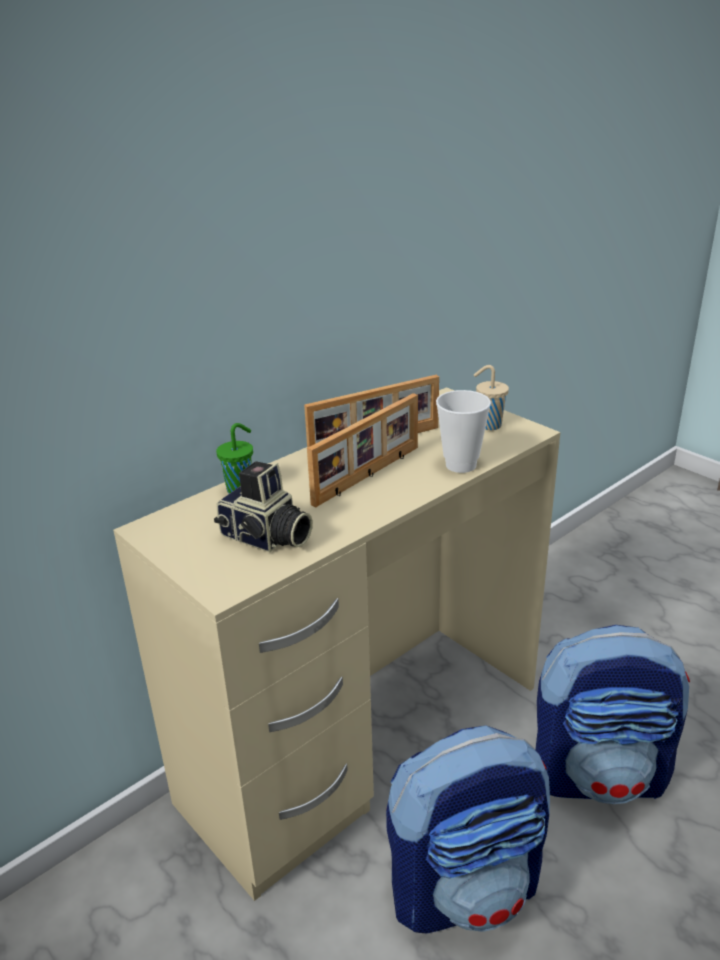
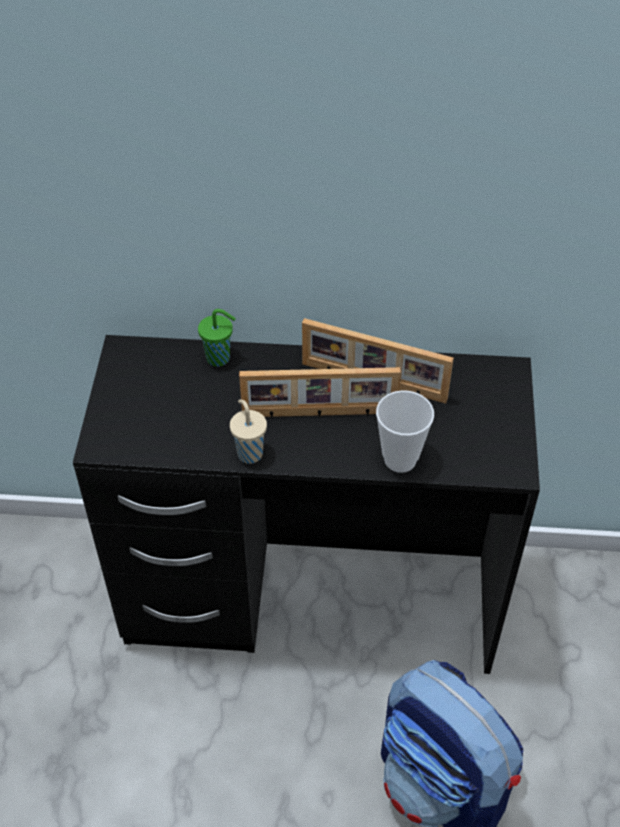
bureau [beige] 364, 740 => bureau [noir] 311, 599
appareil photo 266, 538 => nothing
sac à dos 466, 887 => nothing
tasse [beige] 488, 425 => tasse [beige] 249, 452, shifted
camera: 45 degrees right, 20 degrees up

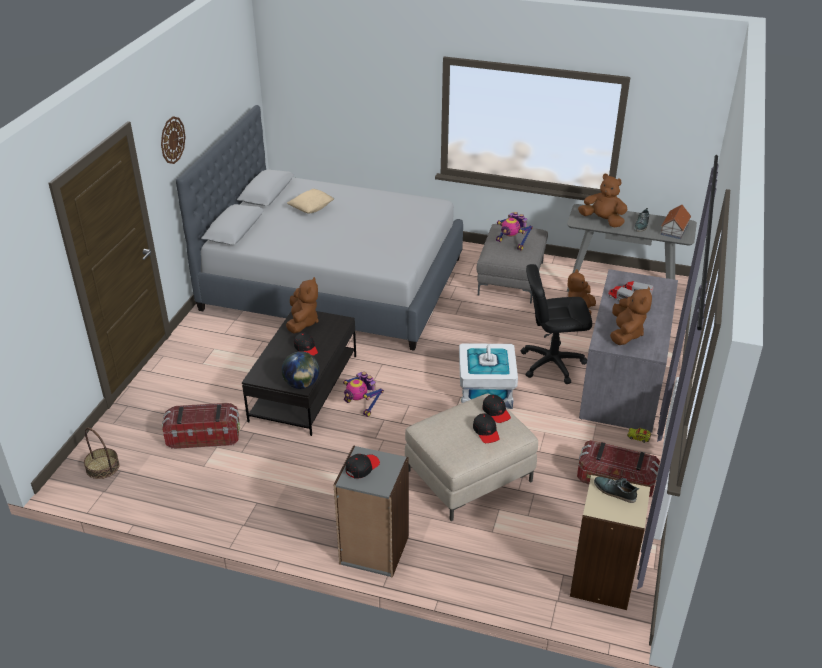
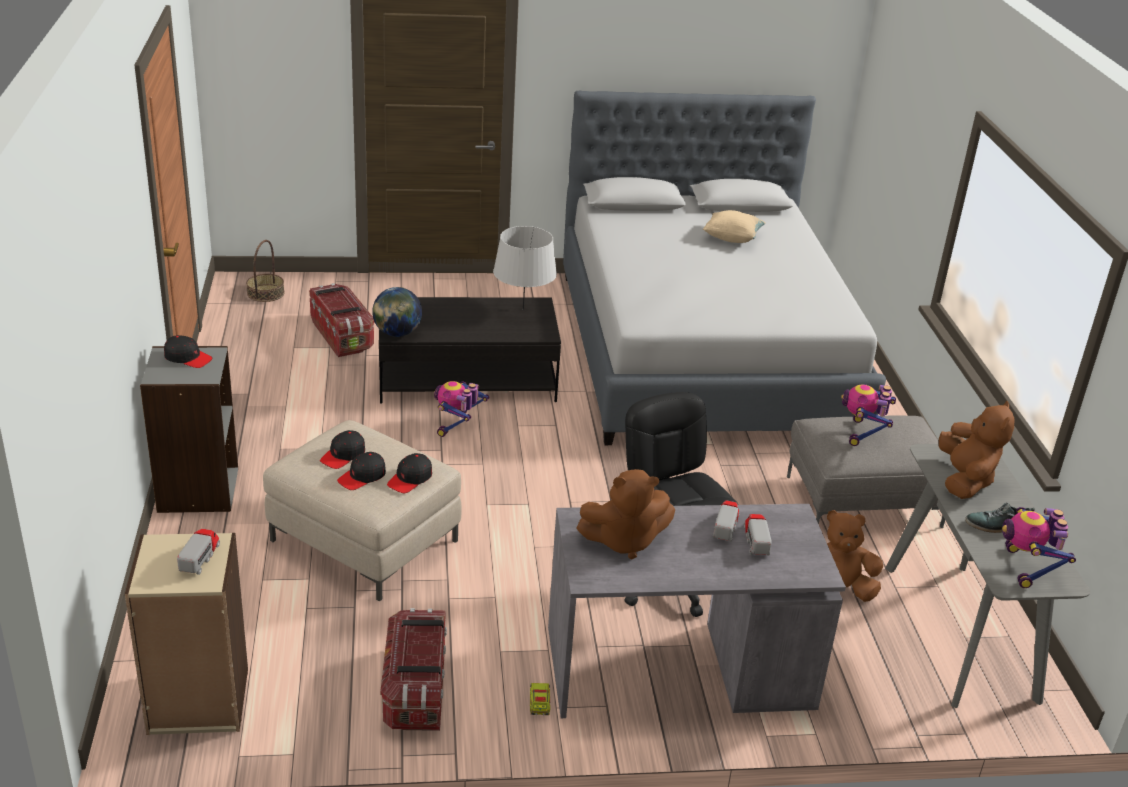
horloge murale 172, 140 => nothing
peluche [marron] 302, 322 => lampe de table [gris] 523, 309
casquette [noir] 306, 348 => casquette [noir] 343, 455, shifted
boîte de rangement [blanc] 486, 392 => nothing
chaussure 614, 492 => camion jouet 200, 558
maison miniature 674, 229 => robot jouet 1026, 568
camera: 65 degrees right, 5 degrees down

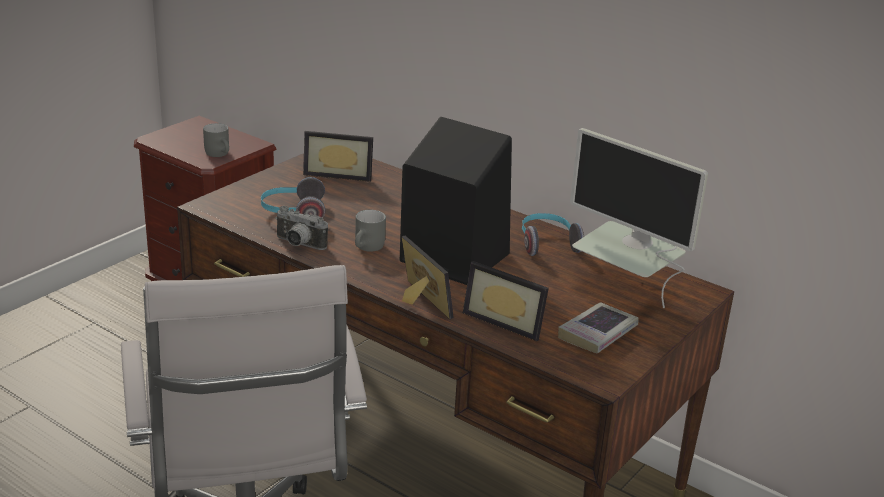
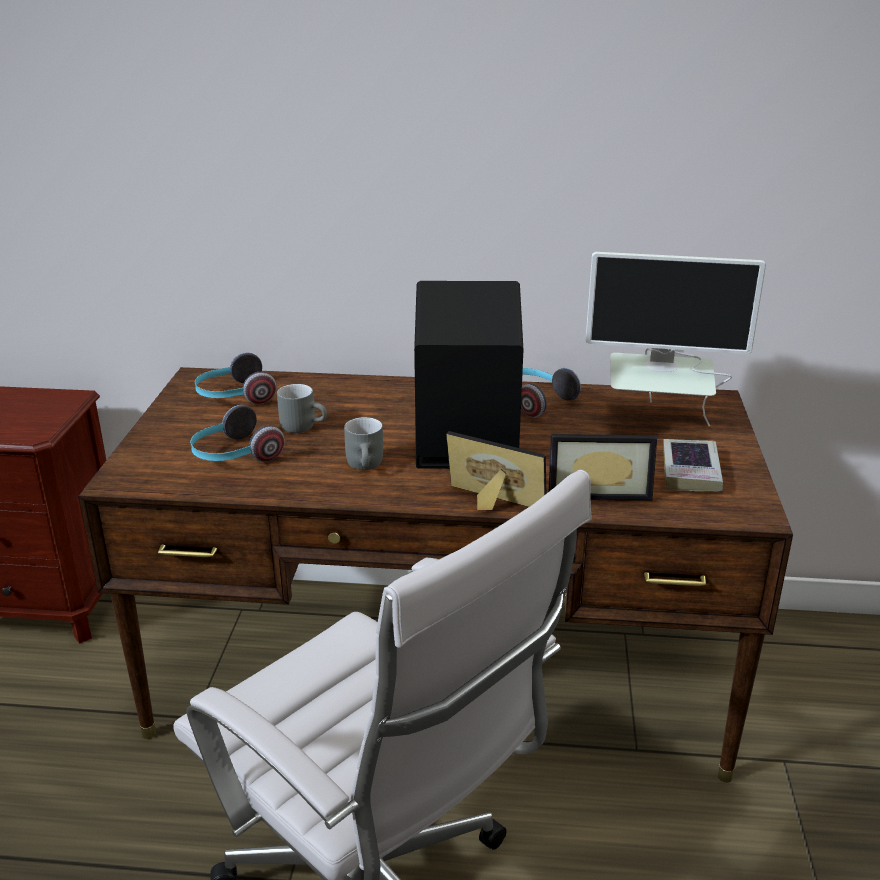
mug [gris] 220, 154 => mug [gris] 304, 426, shifted
appareil photo 298, 245 => nothing
cadre photo 339, 173 => casque audio 234, 396
camera: 30 degrees left, 0 degrees up

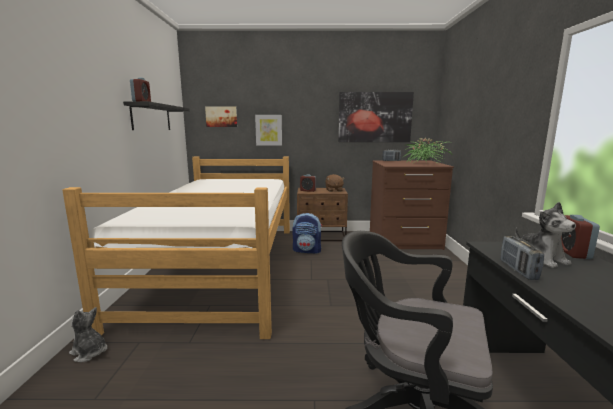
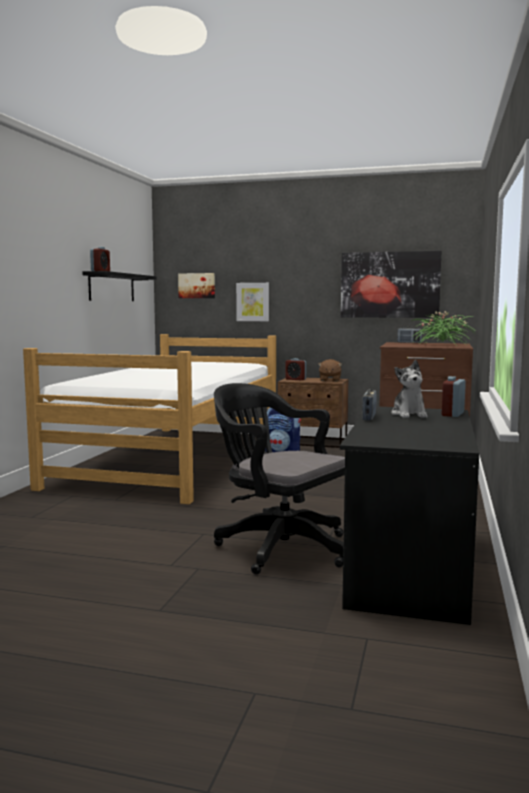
peluche 89, 352 => nothing
camera: 15 degrees right, 5 degrees down

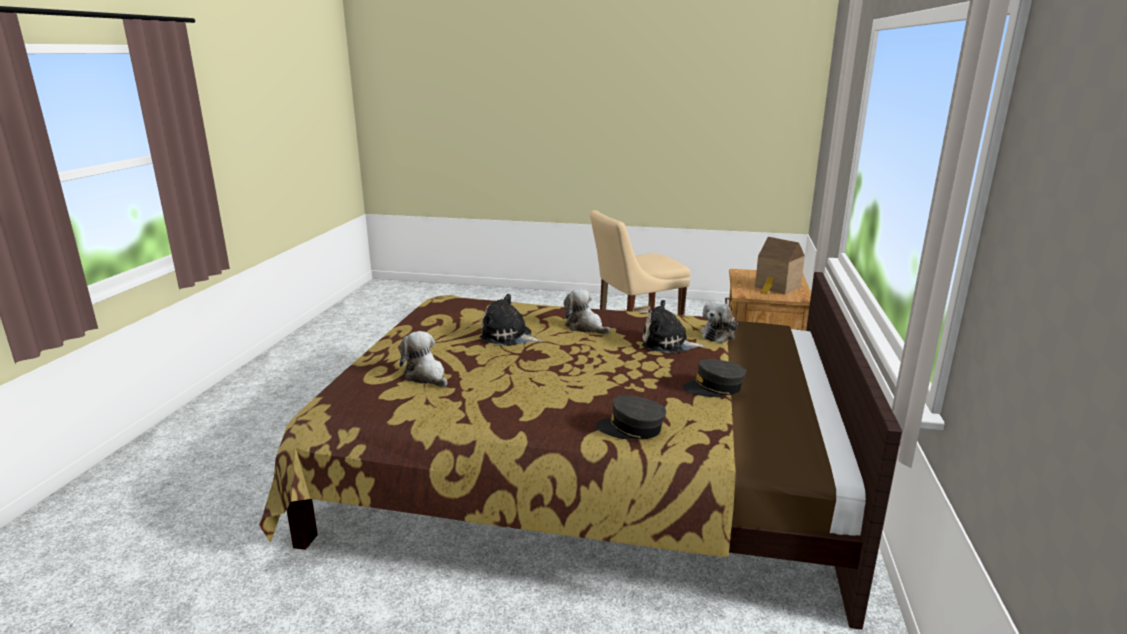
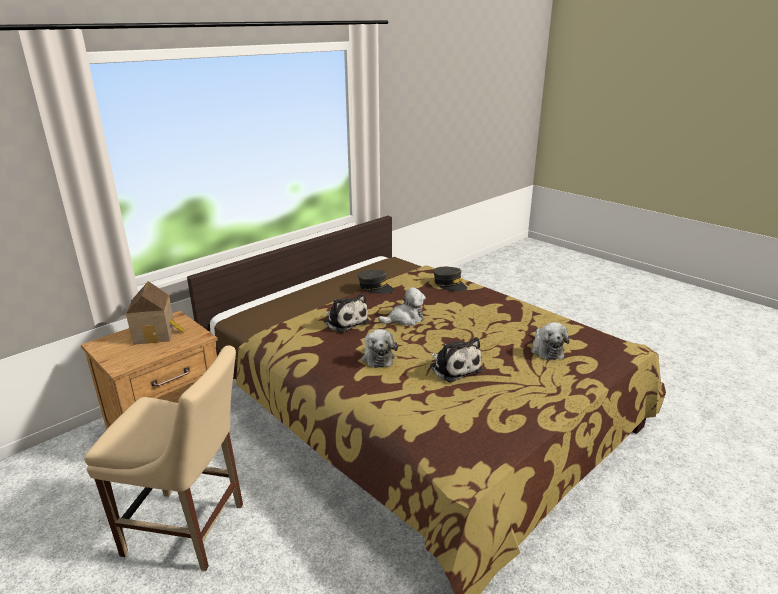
peluche 719, 334 => peluche 405, 319, shifted
camera: 145 degrees left, 5 degrees up

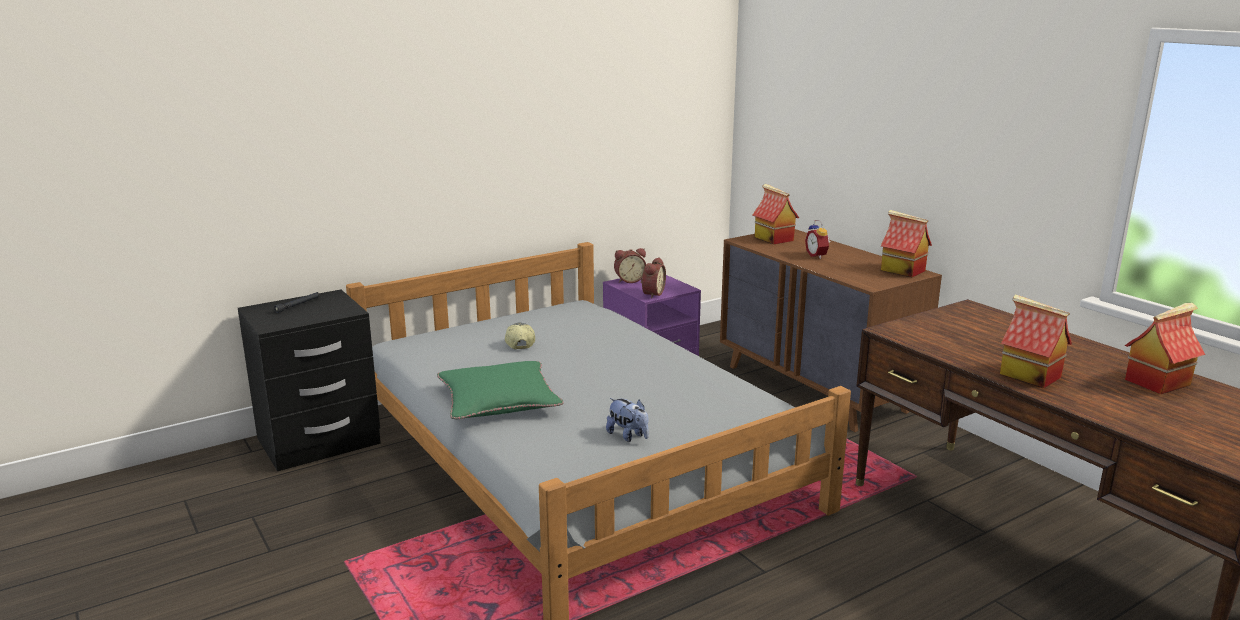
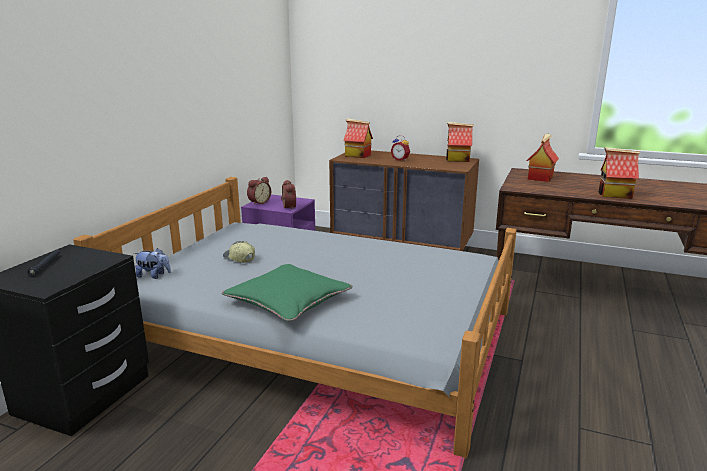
peluche 628, 436 => peluche 154, 276, shifted
maison miniature 1157, 381 => maison miniature 540, 177, shifted
camera: 35 degrees left, 0 degrees up

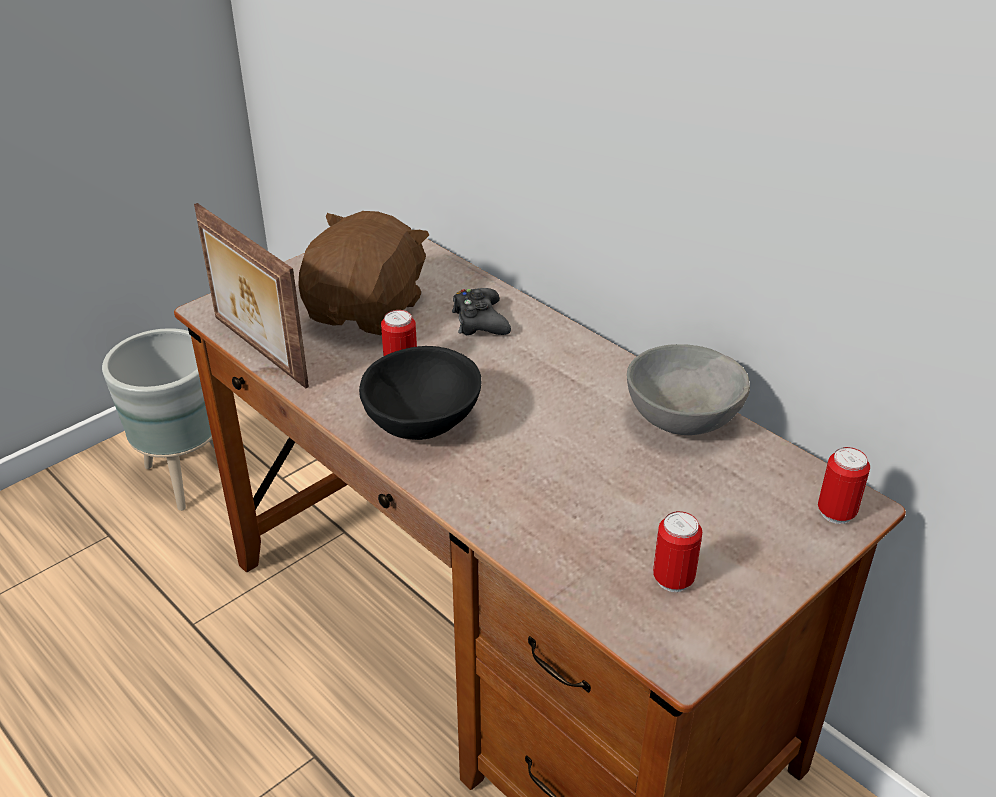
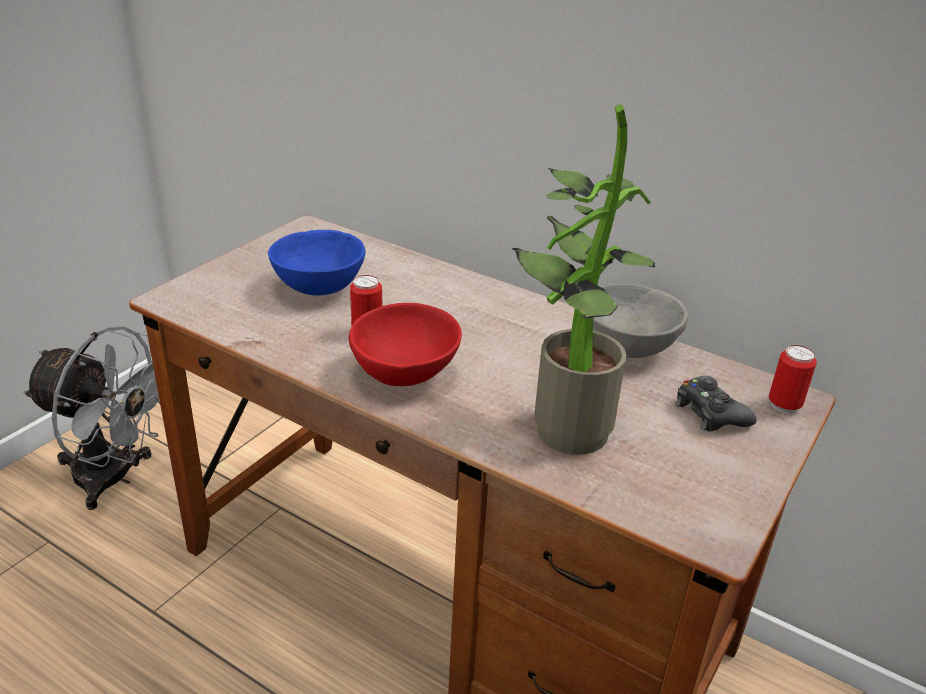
cache-pot [gris] 185, 477 => ventilateur [gris] 115, 479
cadre photo 257, 352 => nothing
peluche [marron] 368, 311 => bol [bleu] 317, 288
bol [noir] 424, 425 => bol [rouge] 406, 375
manette [noir] 480, 321 => manette [noir] 710, 413, shifted
boîte métallique 673, 580 => nothing
nothing => plante en pot 562, 426
camera: 15 degrees left, 5 degrees down

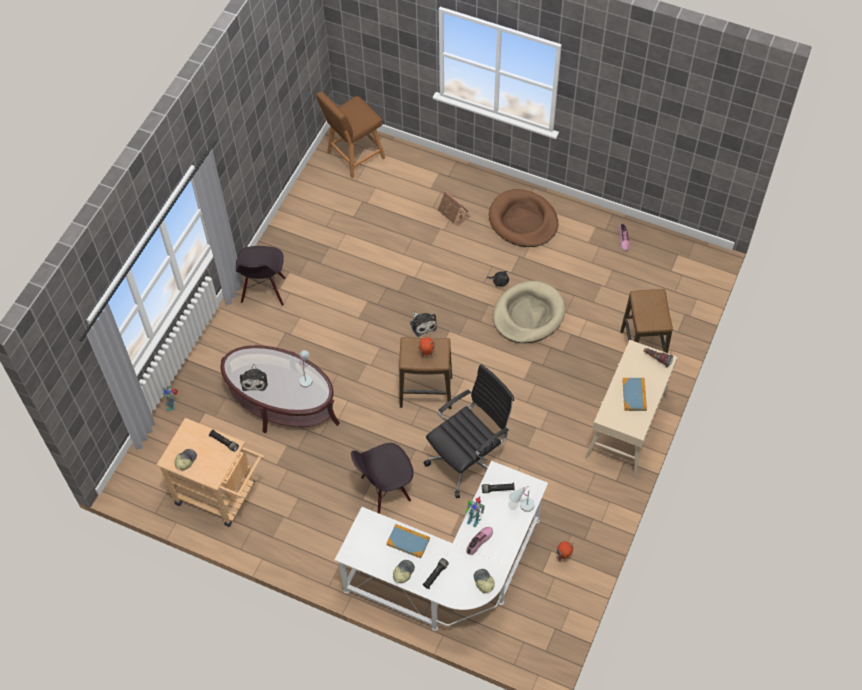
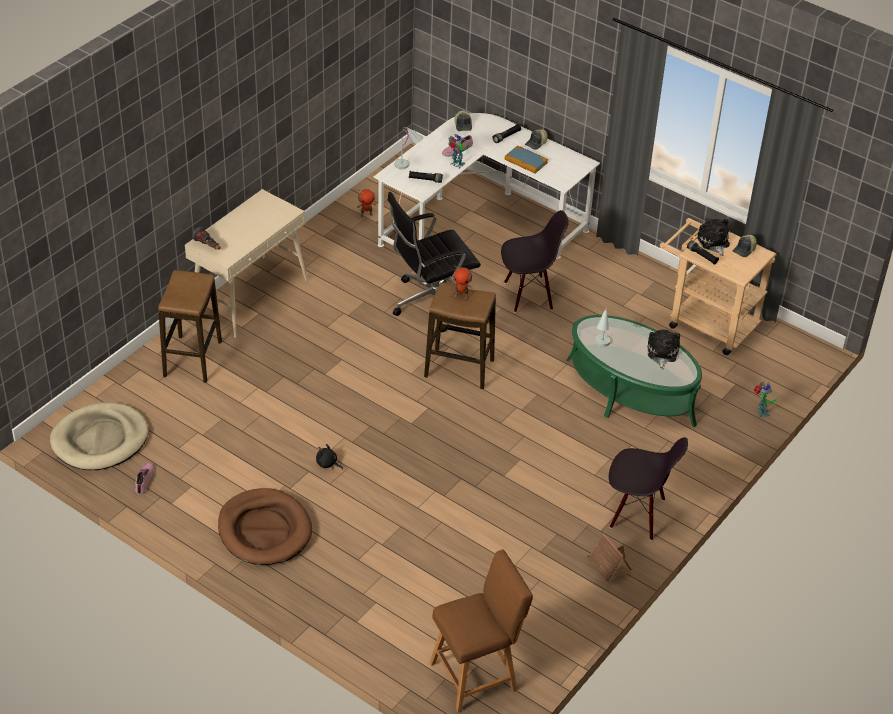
table basse [marron] 281, 402 => table basse [vert] 630, 391
chaise [noir] 264, 291 => chaise [noir] 637, 514, 90 degrees clockwise
peluche 422, 324 => peluche 713, 242, shifted
maison miniature 454, 213 => maison miniature 608, 565, shifted
panier pour chien [beige] 528, 314 => panier pour chien [beige] 100, 440, shifted
livre 634, 395 => nothing
camera: 170 degrees left, 15 degrees down

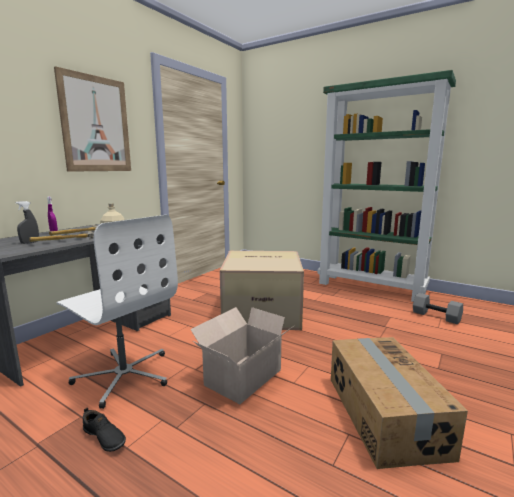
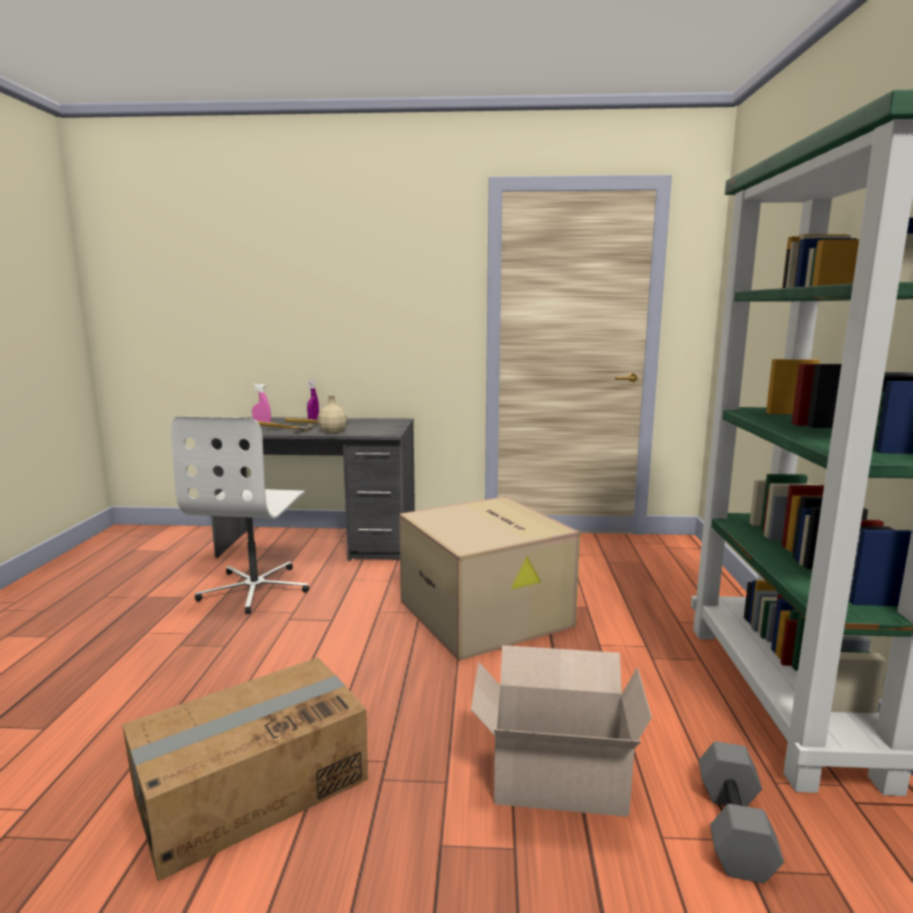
vaporisateur [gris] 30, 242 => vaporisateur [rose] 262, 426
tableau 96, 124 => nothing
chaussure [noir] 104, 437 => nothing
carton 241, 378 => carton 554, 776, shifted
camera: 60 degrees right, 0 degrees up

